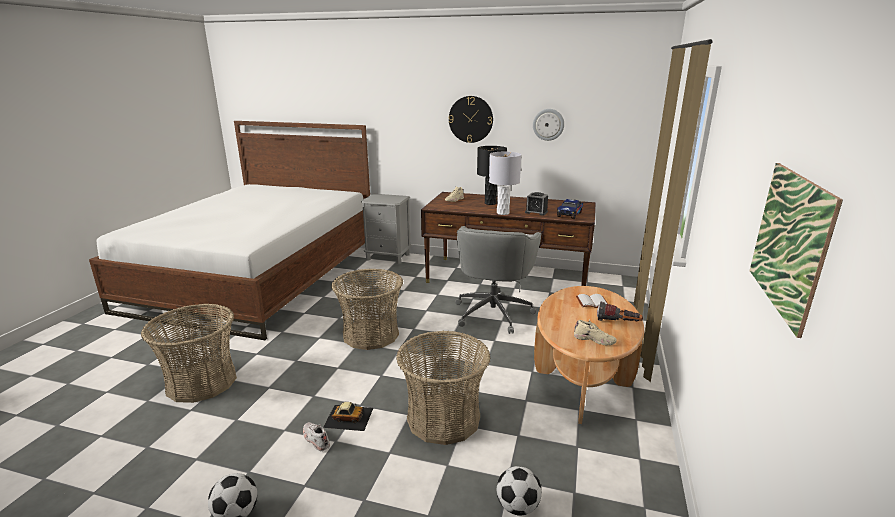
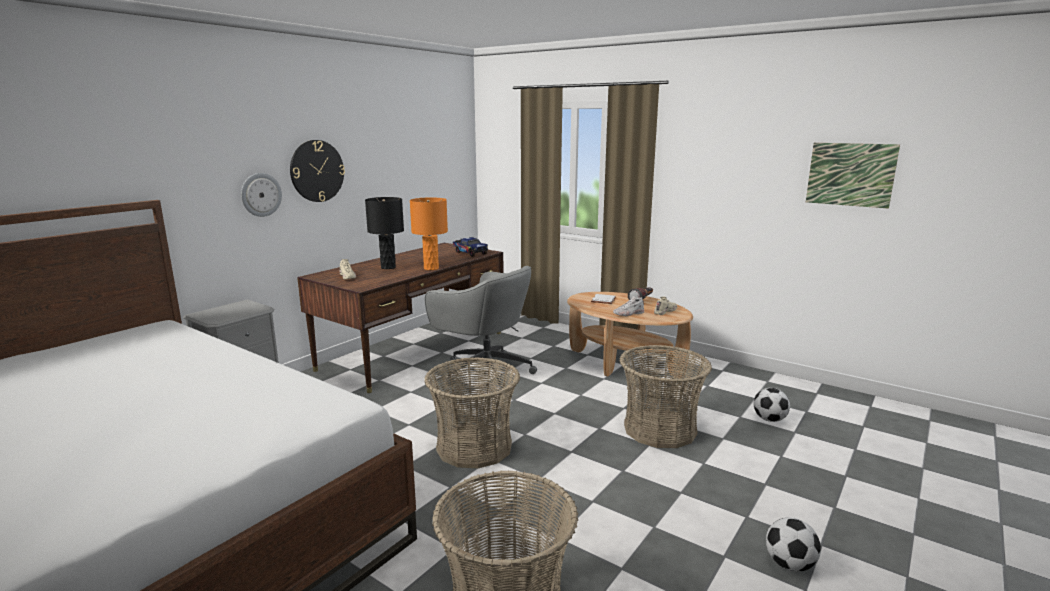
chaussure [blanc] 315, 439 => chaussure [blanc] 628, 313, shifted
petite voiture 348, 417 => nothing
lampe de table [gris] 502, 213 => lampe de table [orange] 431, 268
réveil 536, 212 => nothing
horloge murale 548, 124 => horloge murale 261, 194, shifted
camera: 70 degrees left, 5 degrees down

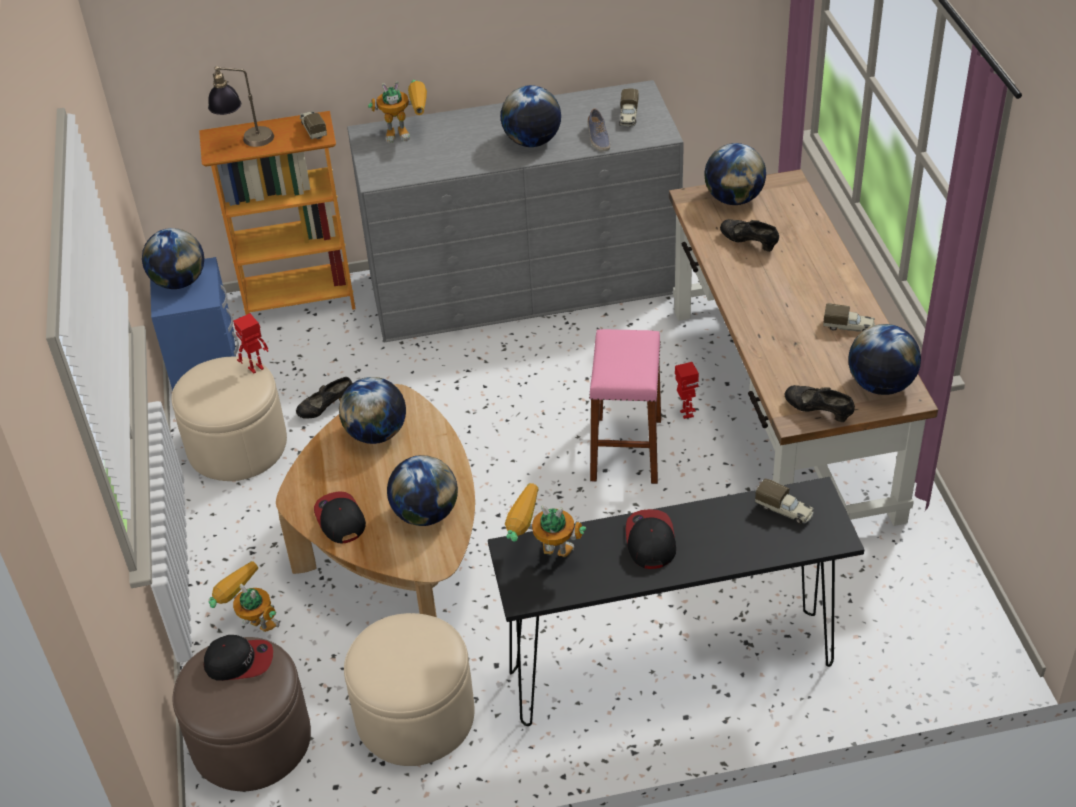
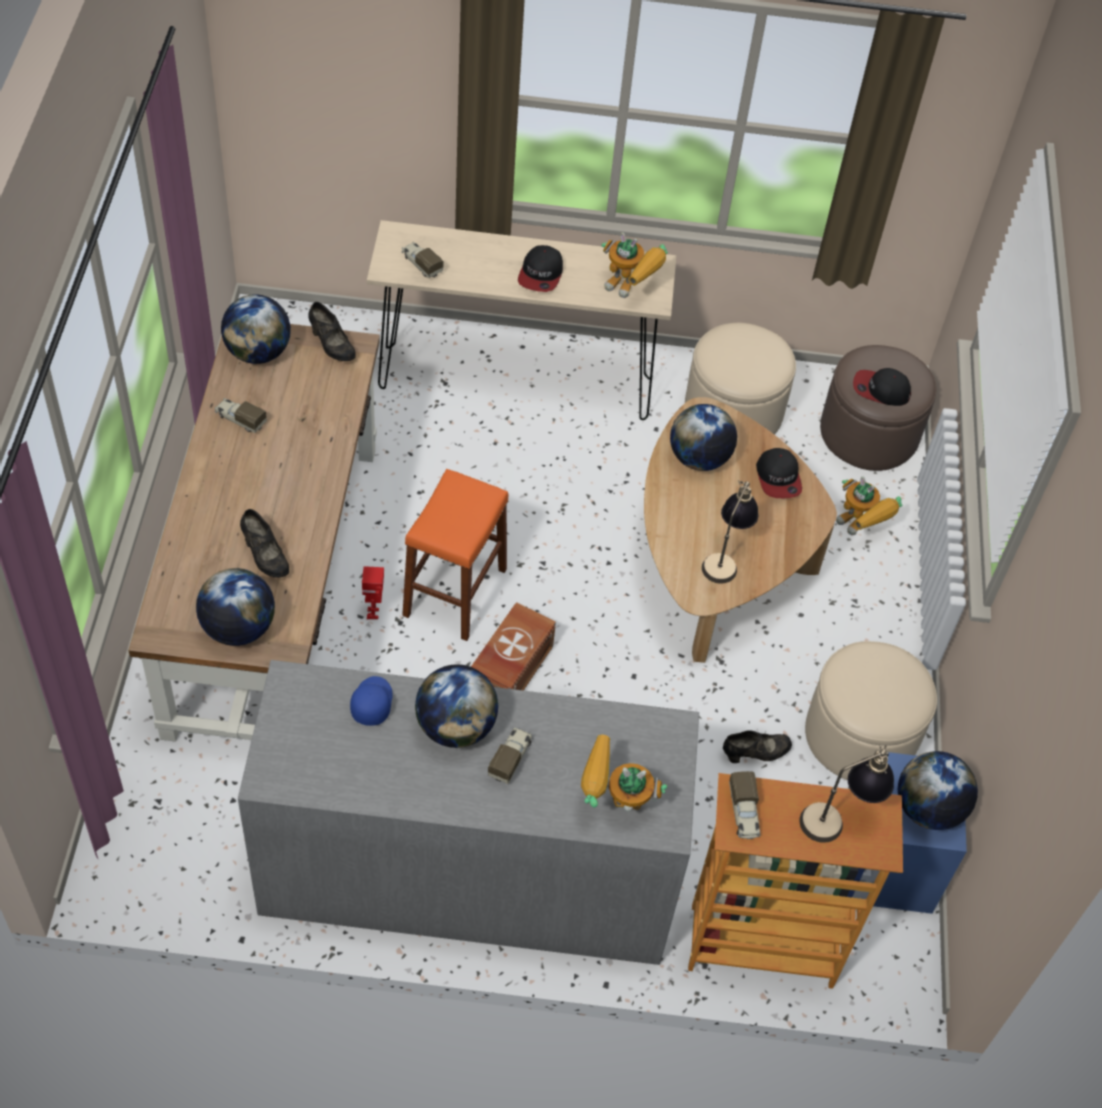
robot jouet 256, 369 => nothing
globe 376, 434 => lampe de table 725, 557
table console [noir] 671, 669 => table console [beige] 515, 382
chaussure 598, 138 => casquette [bleu] 371, 703
tabouret [rose] 626, 449 => tabouret [orange] 455, 592
camion jouet 628, 117 => camion jouet 510, 758, shifted
nothing => boîte de rangement [marron] 509, 669
camera: 170 degrees left, 10 degrees up

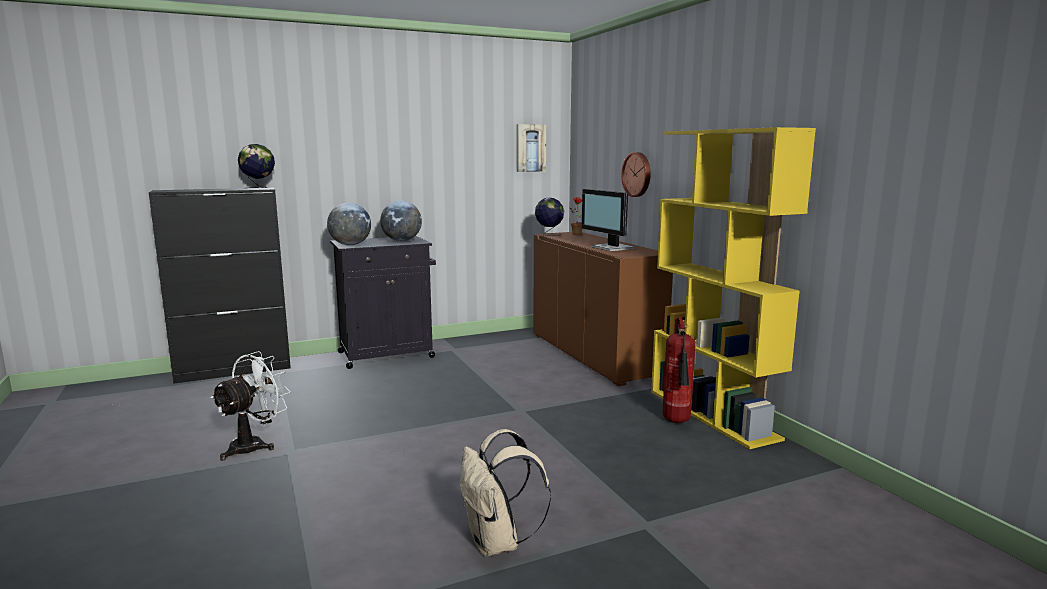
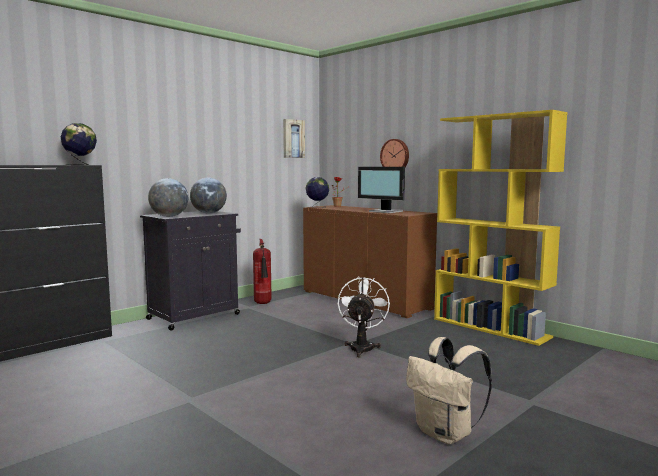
ventilateur [blanc] 254, 445 => ventilateur [blanc] 362, 347, shifted
extincteur 677, 422 => extincteur 263, 304, shifted
camera: 20 degrees left, 5 degrees down

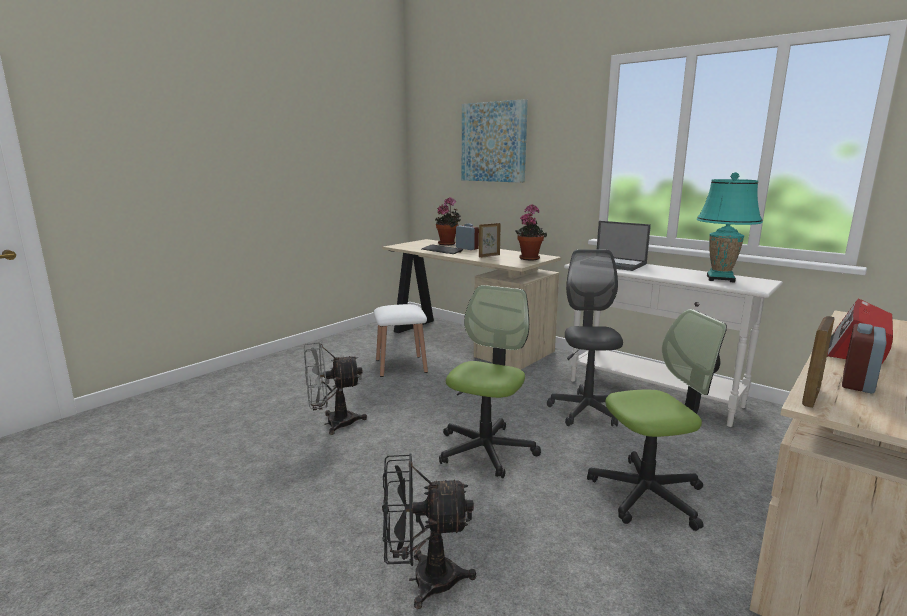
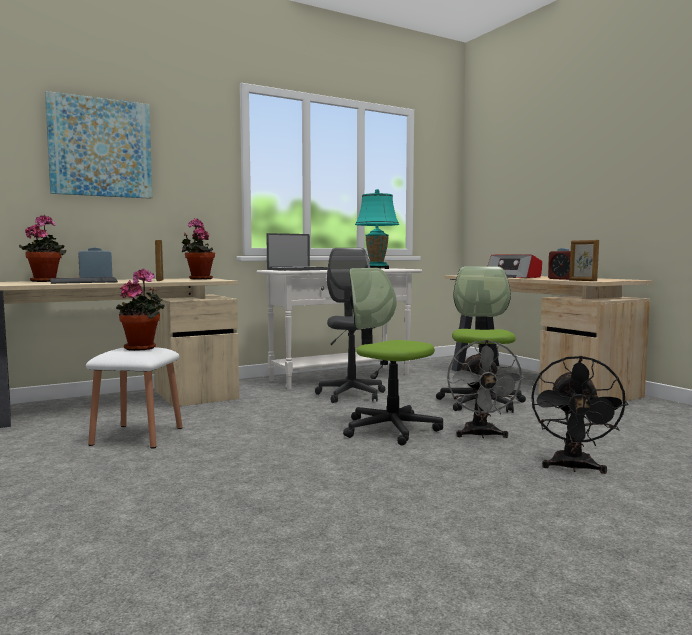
ventilateur [gris] 333, 423 => ventilateur [gris] 481, 435, shifted
chaise de bureau [gris] 586, 411 => chaise de bureau [gris] 351, 395, 60 degrees clockwise
nothing => plante en pot 143, 348
camera: 70 degrees left, 10 degrees down

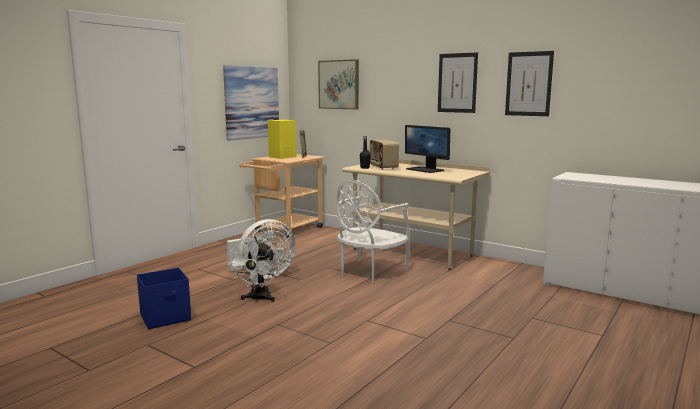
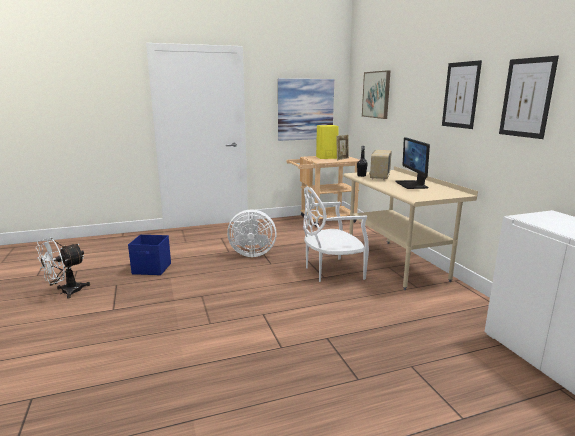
ventilateur [blanc] 258, 299 => ventilateur [blanc] 66, 292, shifted
camera: 35 degrees right, 5 degrees up

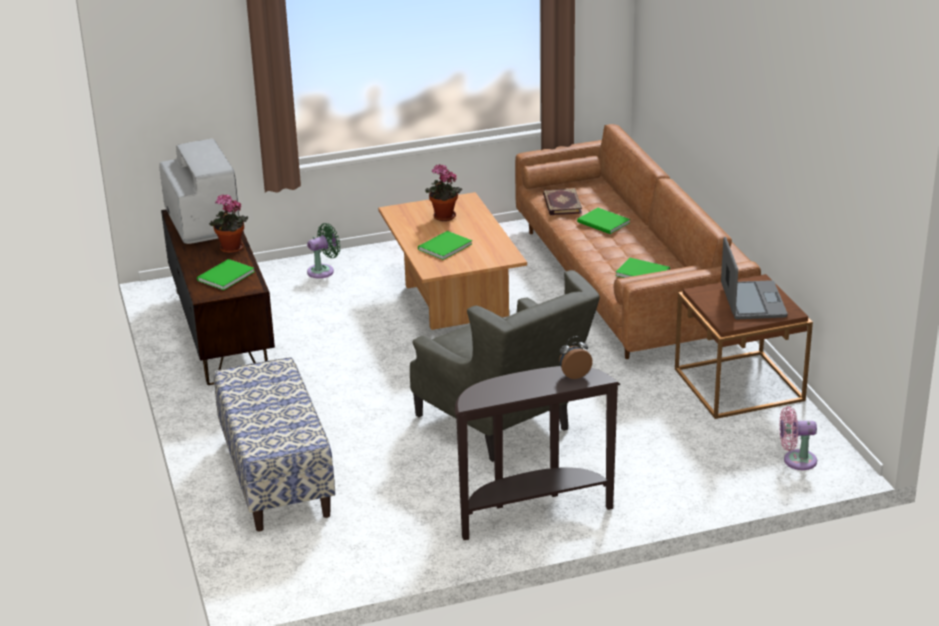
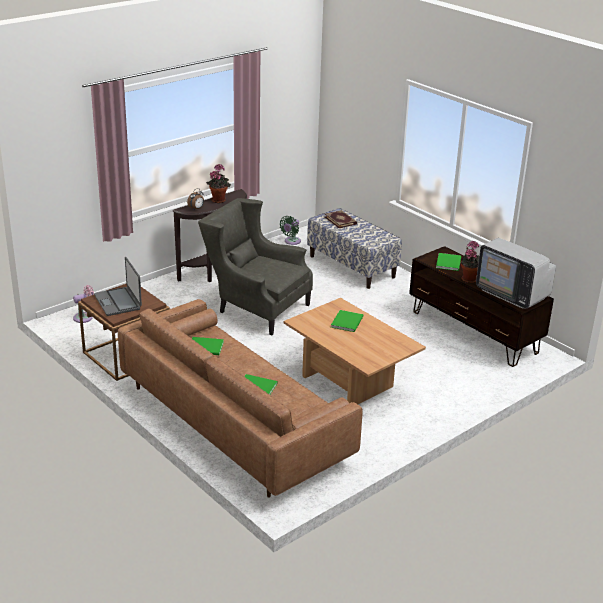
ventilateur [vert] 323, 271 => ventilateur [vert] 291, 241, shifted
plante en pot 443, 217 => plante en pot 219, 200, shifted
livre 561, 204 => livre 341, 220, shifted
camera: 155 degrees right, 0 degrees up

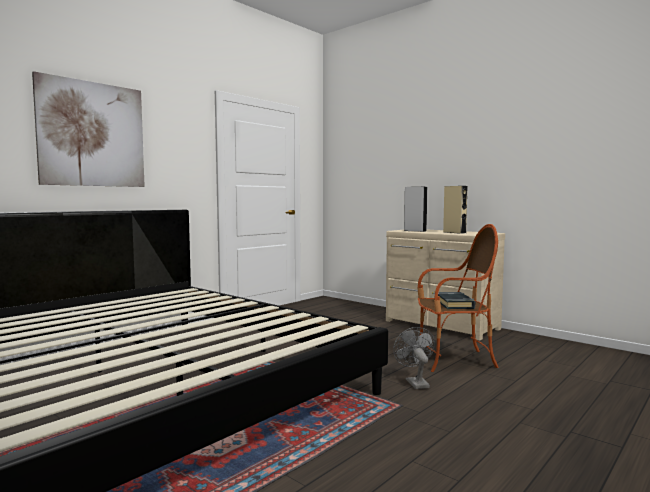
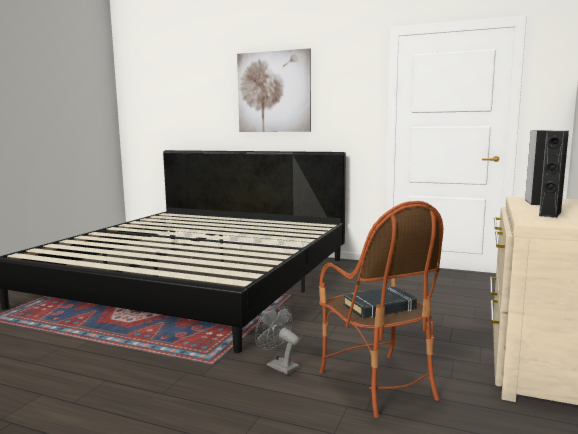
ventilateur [gris] 415, 382 => ventilateur [gris] 278, 366, 105 degrees counterclockwise
enceinte [beige] 454, 232 => enceinte [noir] 550, 213
camera: 70 degrees right, 5 degrees up

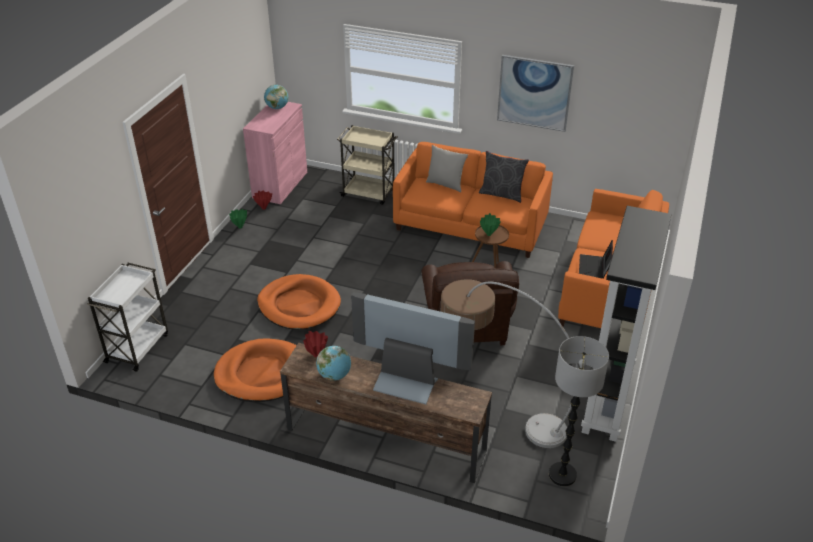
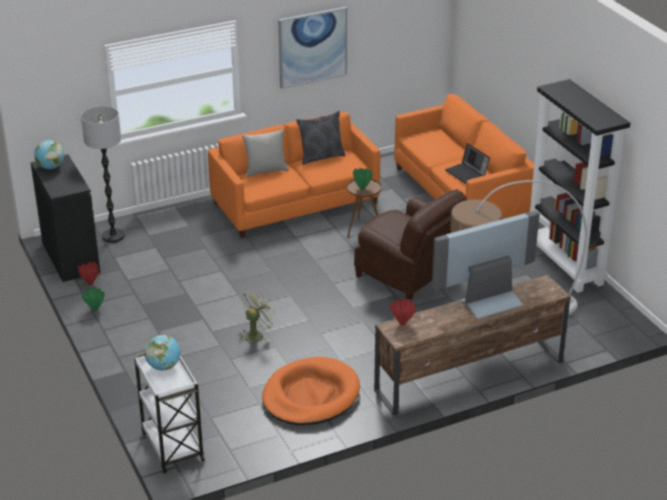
meuble de rangement [rose] 280, 185 => meuble de rangement [noir] 71, 257
panier pour chien [orange] 299, 305 => ventilateur [vert] 256, 335
globe 334, 375 => globe 164, 366, shifted
chariot [beige] 369, 193 => nothing
lampadaire 562, 475 => lampadaire 113, 236, shifted
camera: 45 degrees left, 5 degrees down

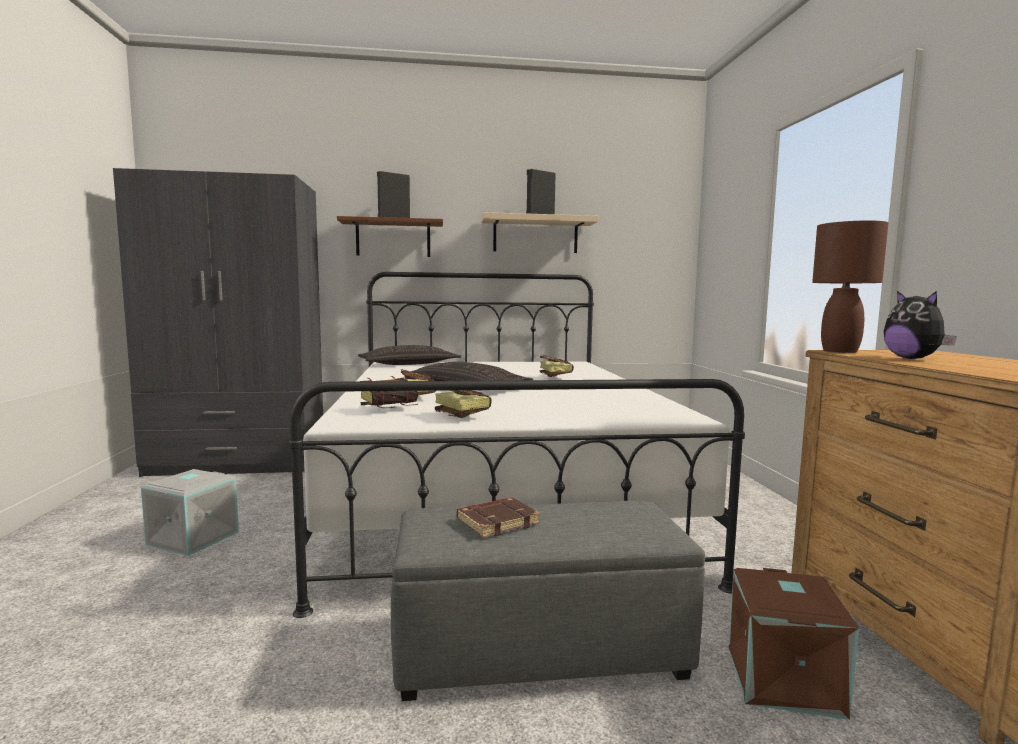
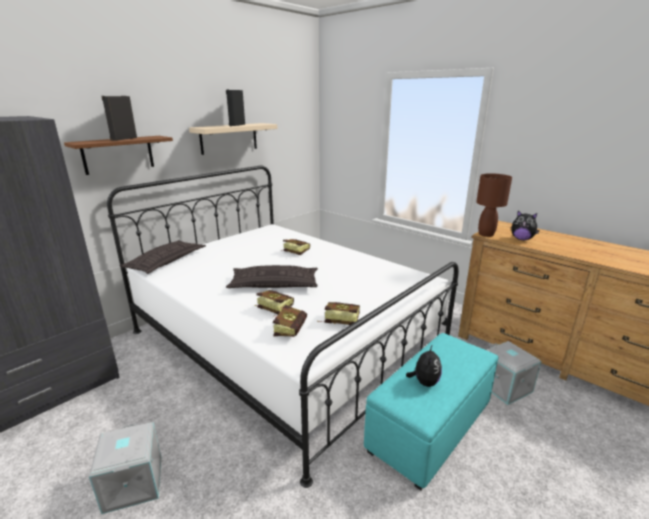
pouf [gris] 541, 651 => pouf [turquoise] 430, 426
livre [marron] 497, 522 => peluche 424, 382
boîte de rangement [marron] 785, 680 => boîte de rangement [gris] 505, 386
camera: 40 degrees left, 15 degrees up

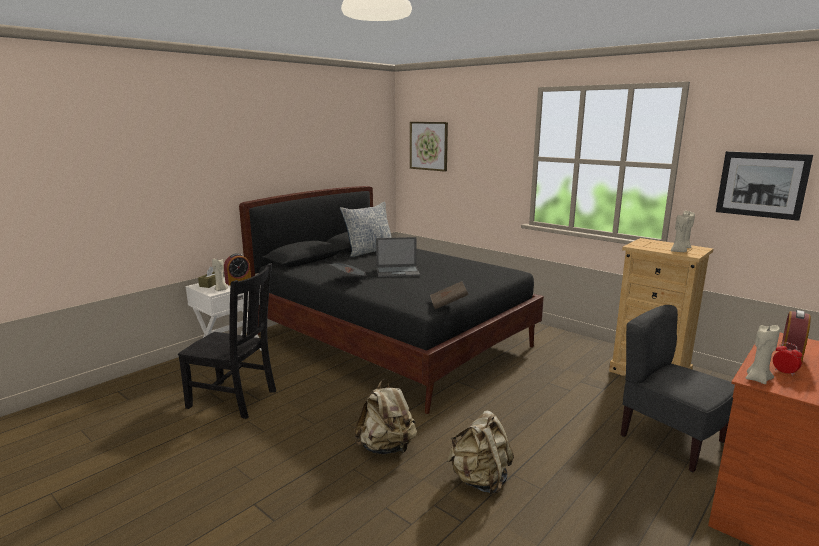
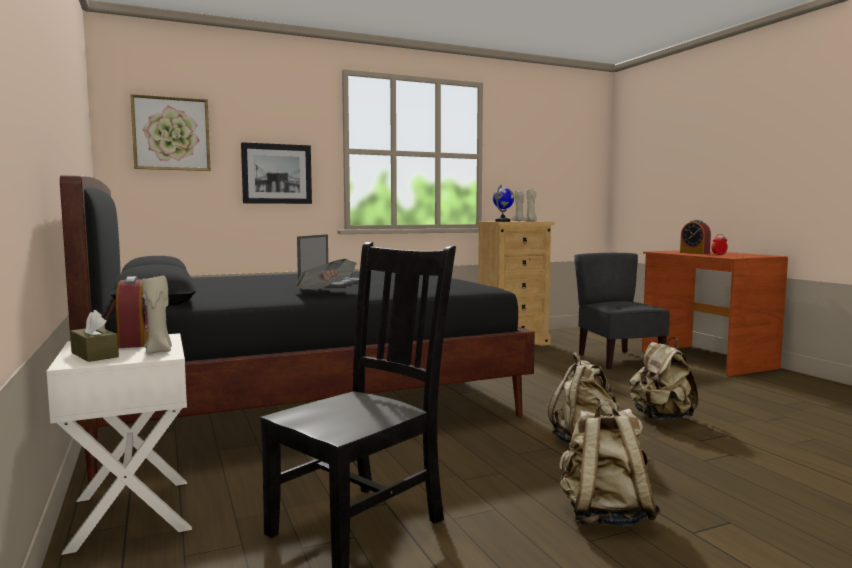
coussin 369, 251 => nothing
livre [marron] 448, 304 => nothing
chaise [gris] 670, 439 => chaise [gris] 618, 360, 90 degrees clockwise
tableau 761, 184 => tableau 277, 174, shifted
bougie [beige] 757, 379 => nothing
nothing => globe 503, 221
nothing => sac à dos [beige] 604, 515
camera: 65 degrees left, 10 degrees down

